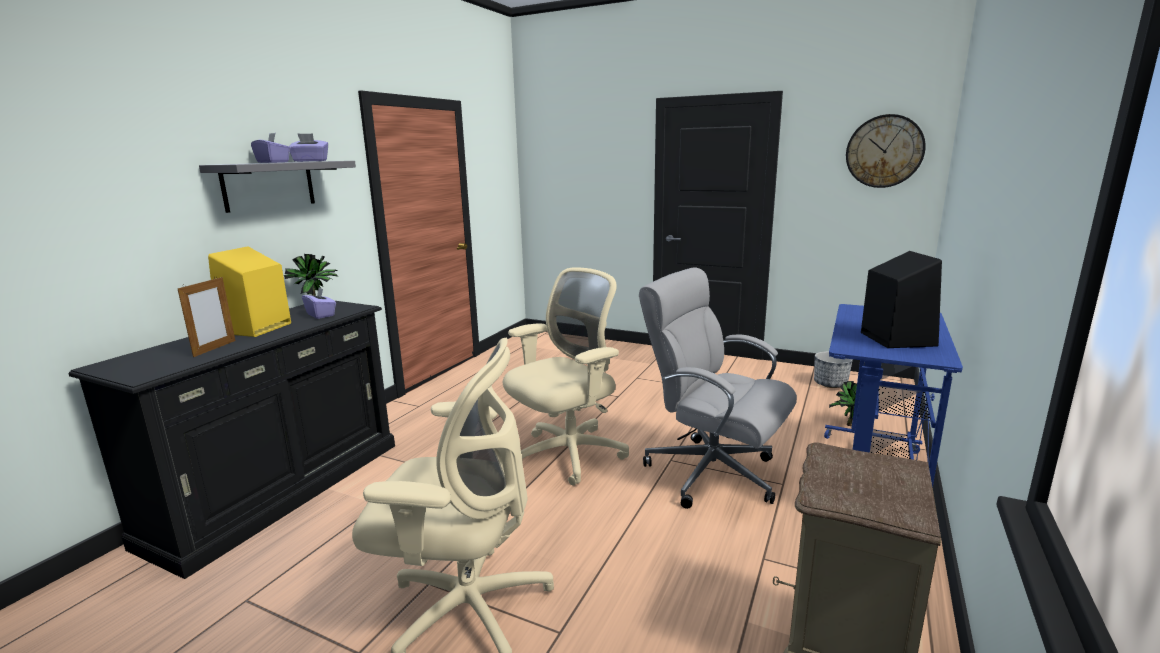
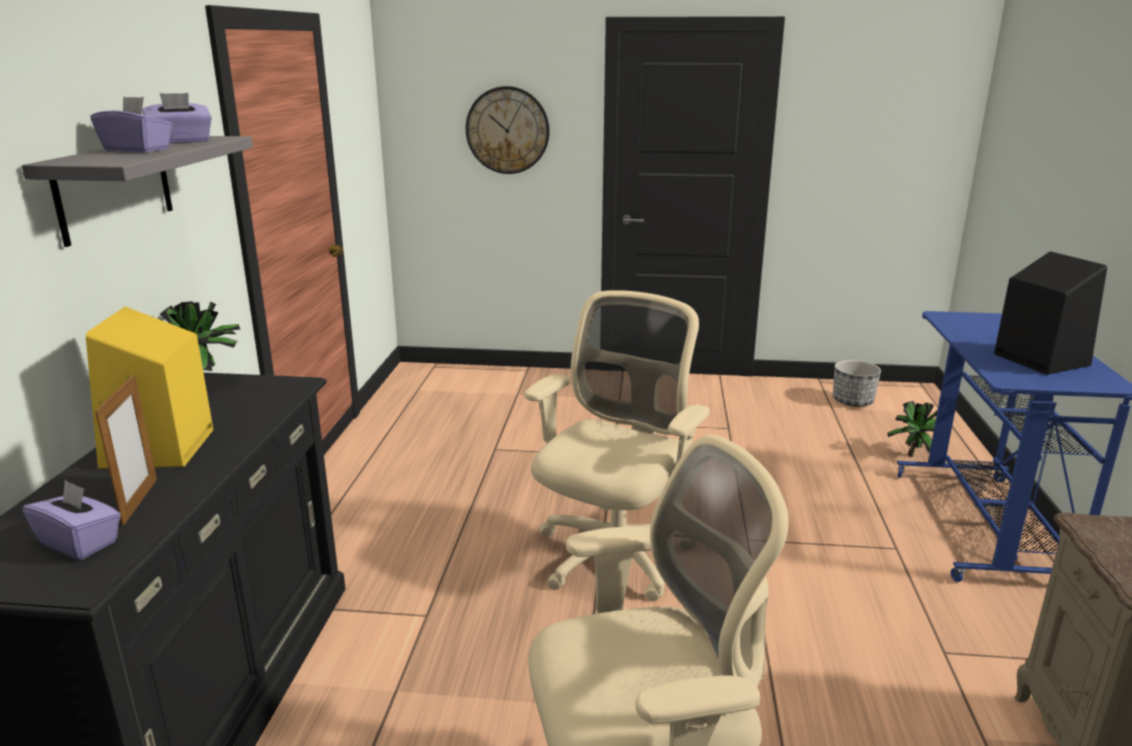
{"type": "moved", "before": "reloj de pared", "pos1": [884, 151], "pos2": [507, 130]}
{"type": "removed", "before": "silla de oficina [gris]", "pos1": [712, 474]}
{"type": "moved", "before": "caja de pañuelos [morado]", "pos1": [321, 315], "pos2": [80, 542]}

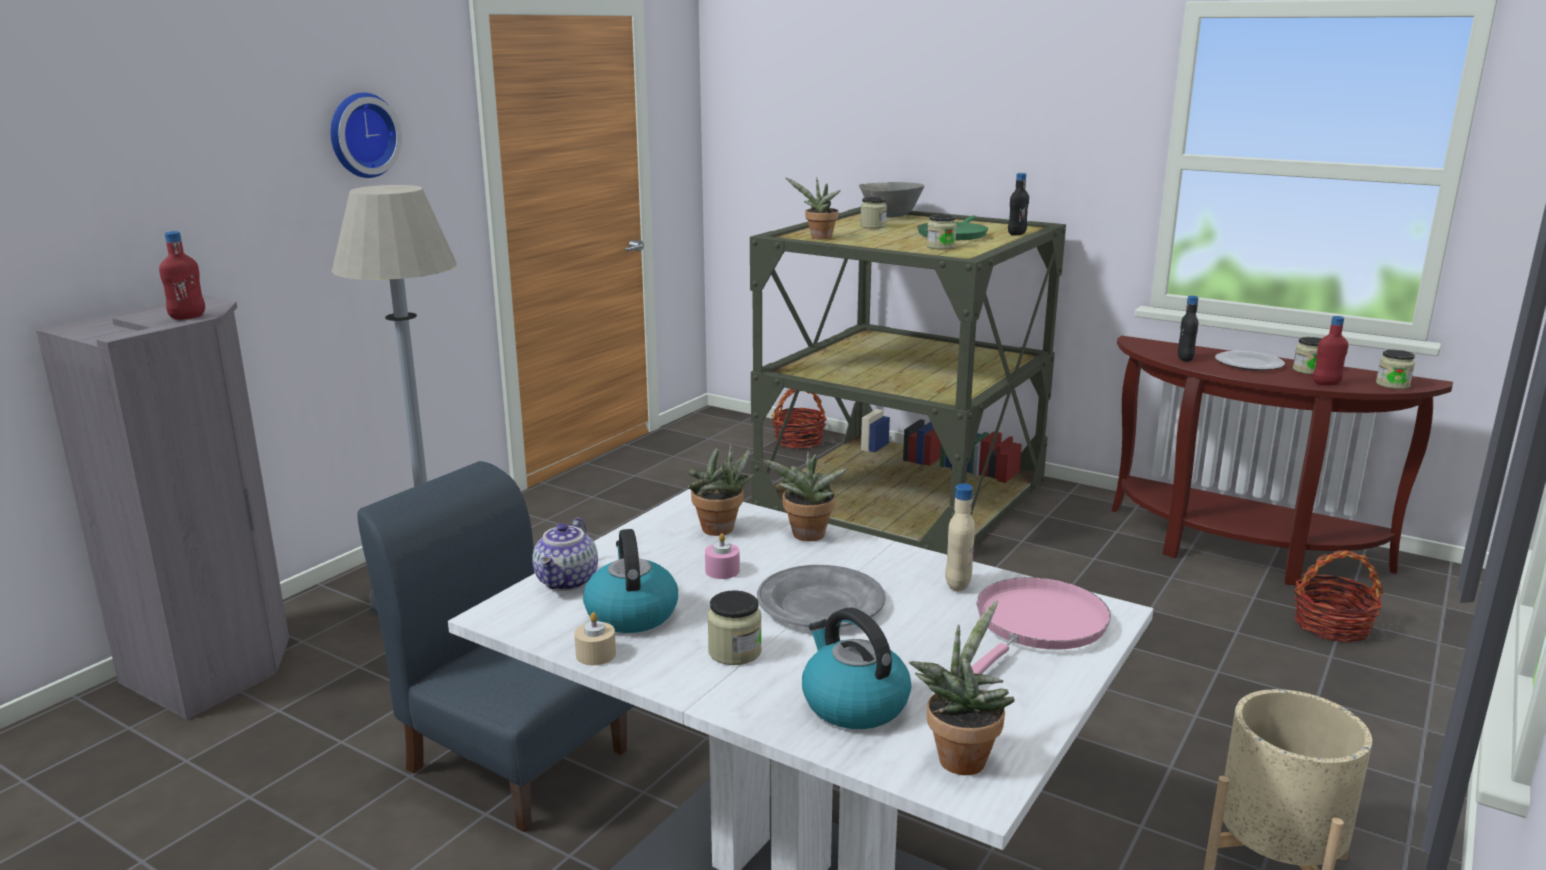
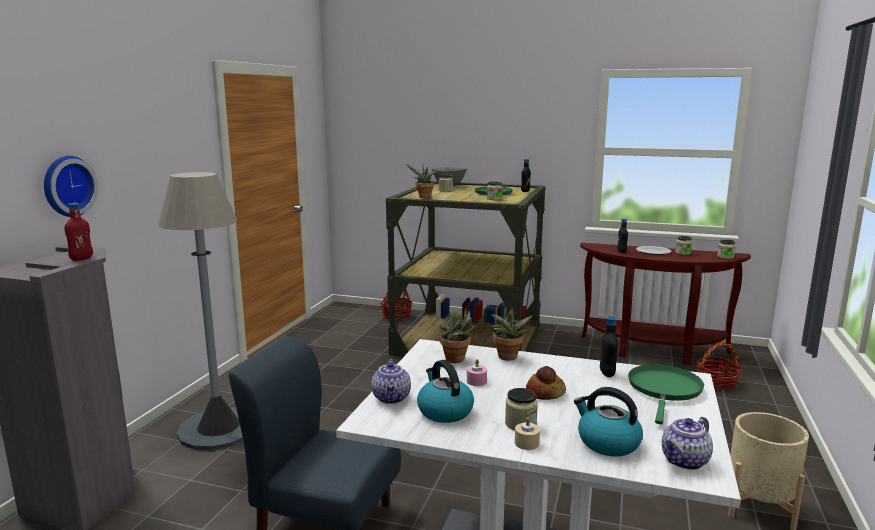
{"type": "moved", "before": "reloj de pared", "pos1": [361, 135], "pos2": [67, 186]}
{"type": "removed", "before": "botella [rojo]", "pos1": [1326, 384]}
{"type": "recoloured", "before": "botella [beis]", "after": "botella [negro]", "pos1": [957, 584], "pos2": [607, 373]}
{"type": "replaced", "before": "plato [gris]", "after": "pan", "pos1": [819, 604], "pos2": [544, 393]}
{"type": "recoloured", "before": "sartén [rosa]", "after": "sartén [verde]", "pos1": [1036, 626], "pos2": [664, 390]}
{"type": "replaced", "before": "planta en maceta", "after": "tetera", "pos1": [960, 756], "pos2": [684, 461]}
{"type": "moved", "before": "vela [beis]", "pos1": [596, 654], "pos2": [526, 443]}

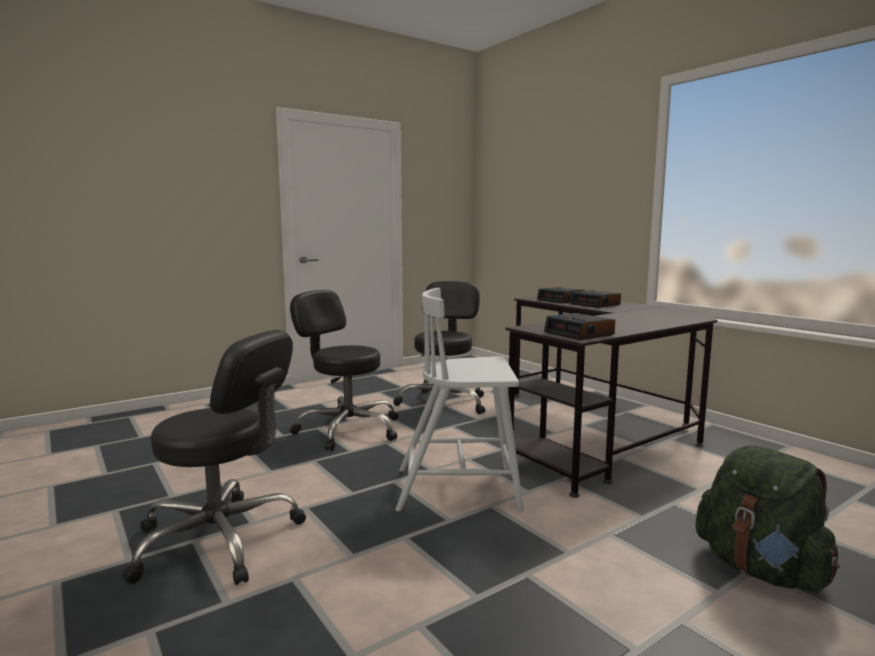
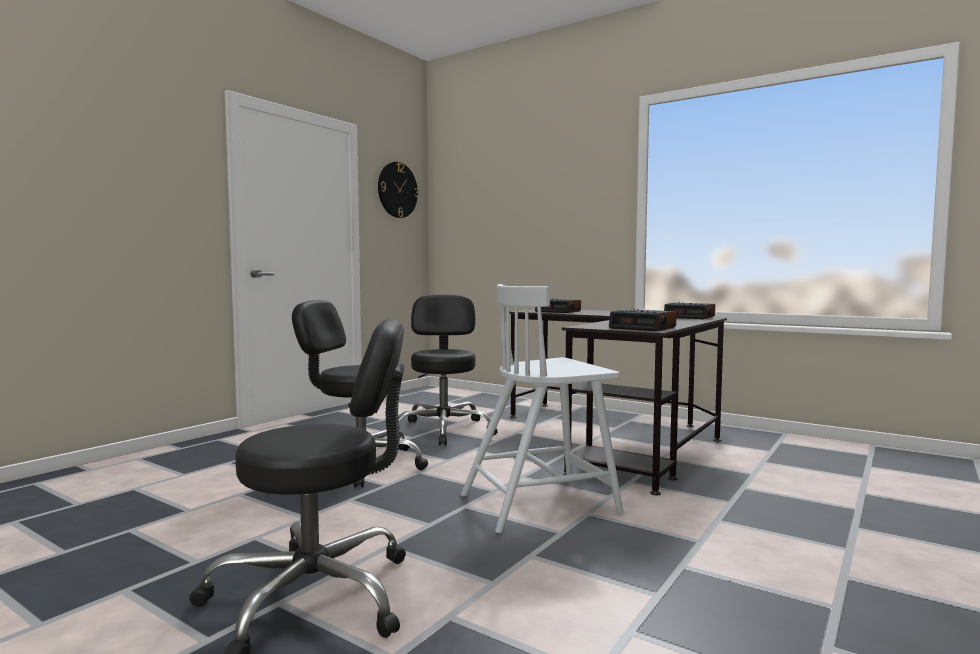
{"type": "moved", "before": "despertador", "pos1": [595, 304], "pos2": [690, 317]}
{"type": "removed", "before": "mochila [verde]", "pos1": [760, 570]}
{"type": "added", "after": "reloj de pared", "pos2": [397, 190]}

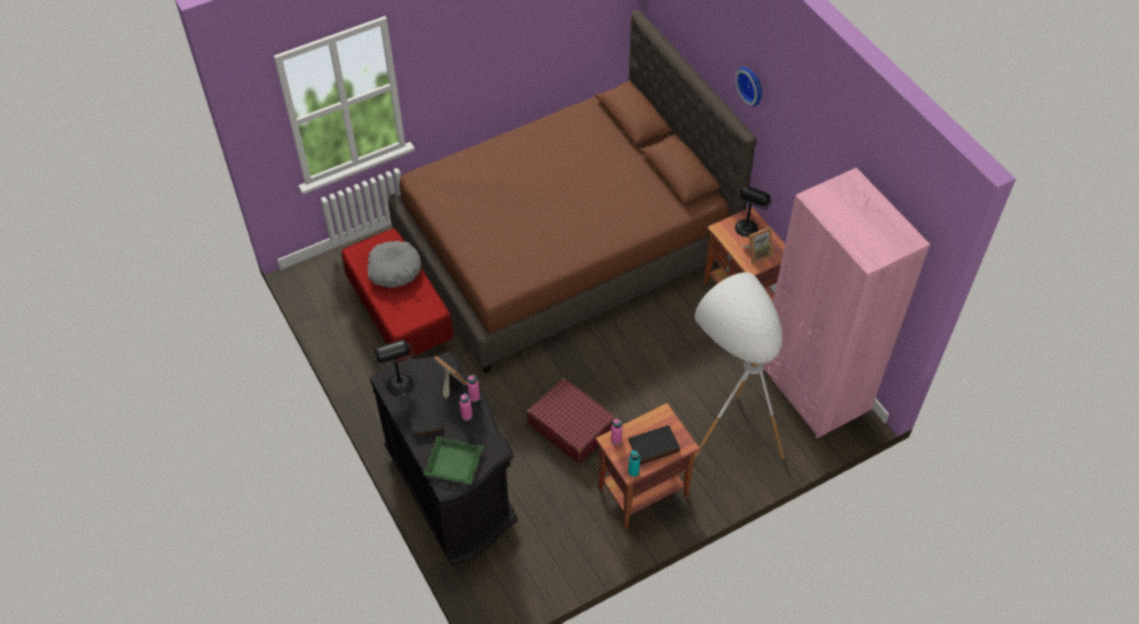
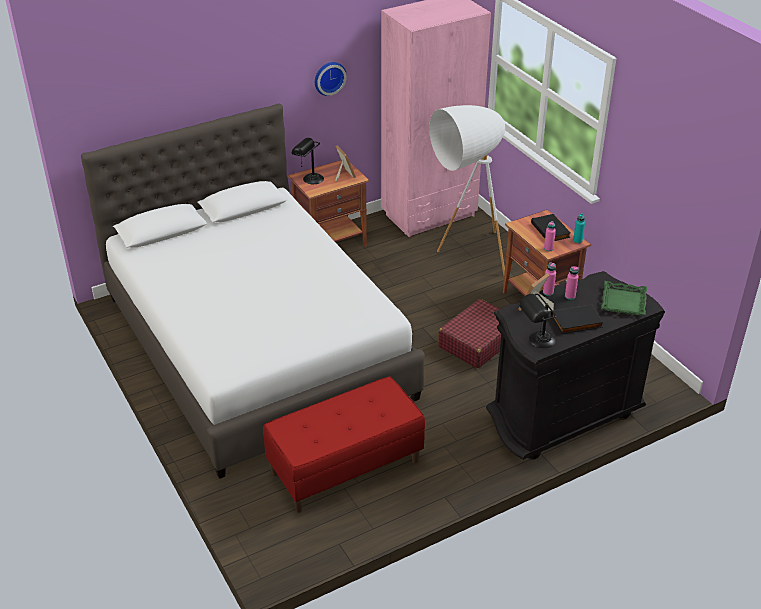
{"type": "recoloured", "before": "cama [marrón]", "after": "cama [blanco]", "pos1": [565, 245], "pos2": [257, 345]}
{"type": "moved", "before": "reloj de pared", "pos1": [752, 85], "pos2": [329, 77]}
{"type": "removed", "before": "cojín [gris]", "pos1": [395, 270]}

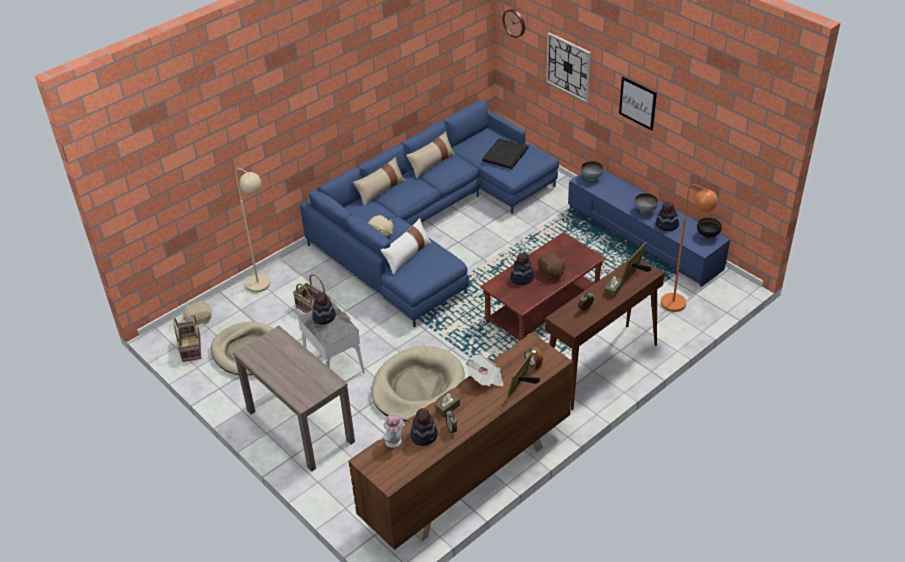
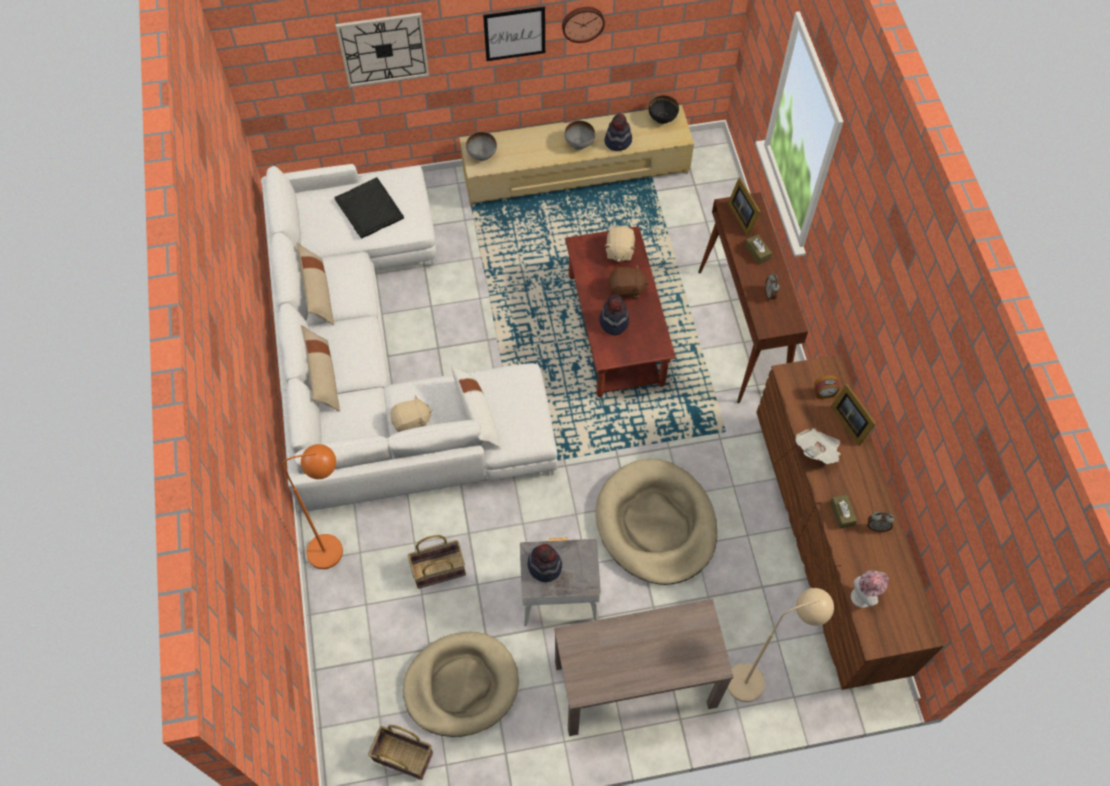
{"type": "moved", "before": "reloj de pared", "pos1": [515, 22], "pos2": [582, 23]}
{"type": "recoloured", "before": "sofá [azul]", "after": "sofá [blanco]", "pos1": [429, 224], "pos2": [380, 359]}
{"type": "moved", "before": "lámpara de pie [beis]", "pos1": [263, 287], "pos2": [756, 679]}
{"type": "recoloured", "before": "mueble de televisión [azul]", "after": "mueble de televisión [beis]", "pos1": [644, 238], "pos2": [576, 172]}
{"type": "moved", "before": "lámpara de pie [naranja]", "pos1": [679, 307], "pos2": [336, 550]}
{"type": "moved", "before": "peluche [beis]", "pos1": [199, 320], "pos2": [619, 251]}
{"type": "removed", "before": "sombrero", "pos1": [424, 435]}

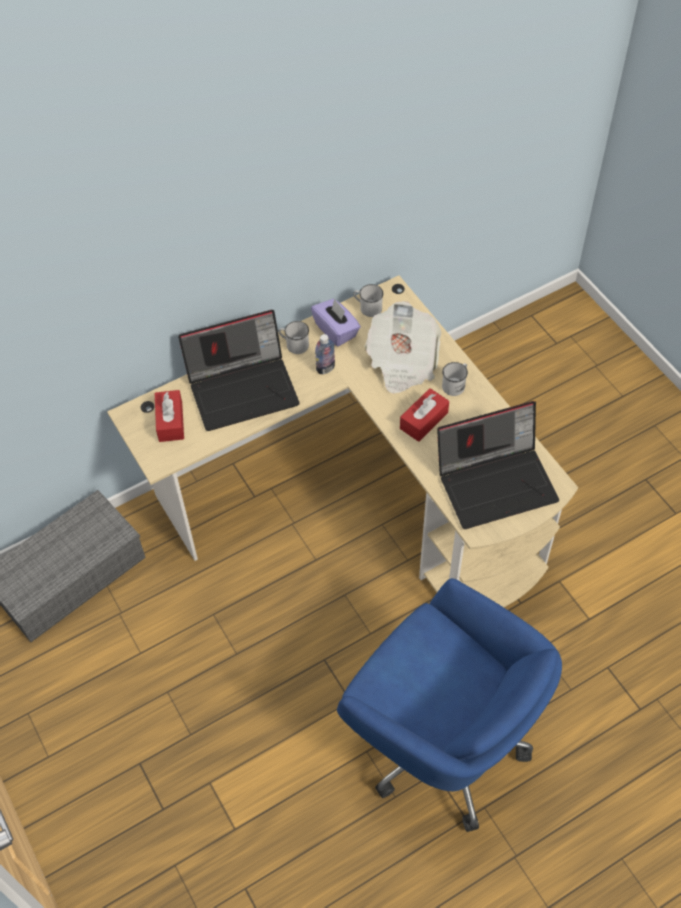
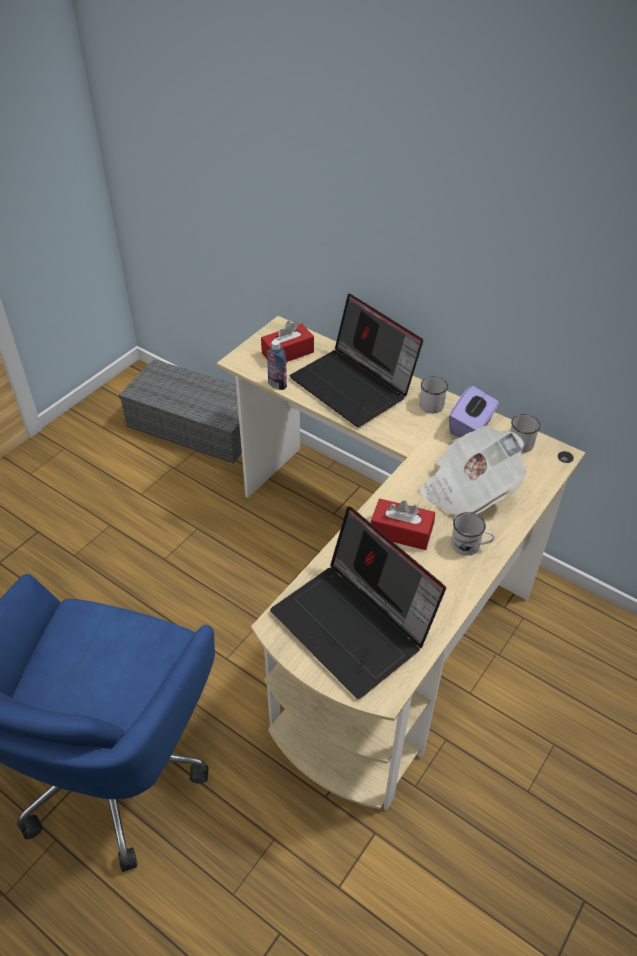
{"type": "moved", "before": "botella", "pos1": [325, 368], "pos2": [277, 385]}

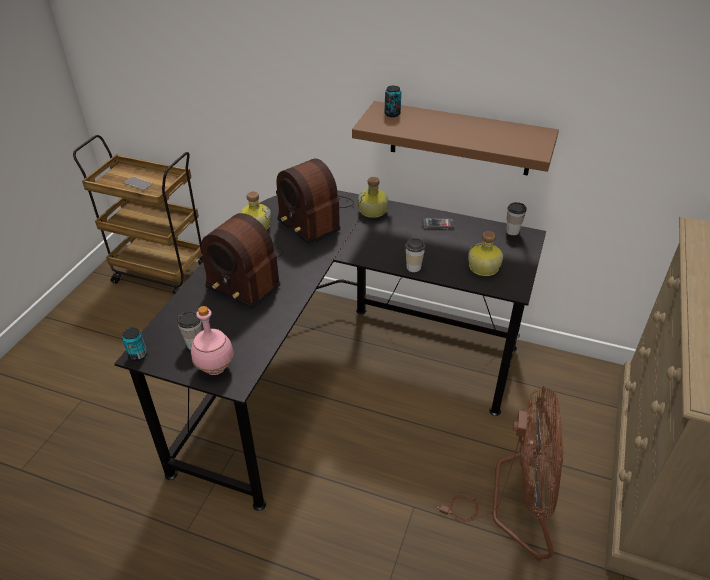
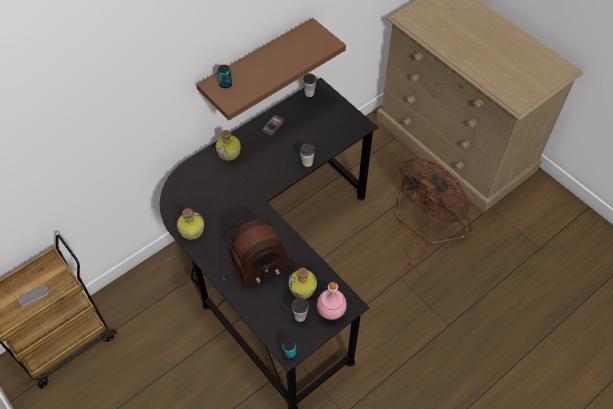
{"type": "removed", "before": "radio", "pos1": [314, 216]}
{"type": "moved", "before": "botella", "pos1": [483, 268], "pos2": [303, 289]}

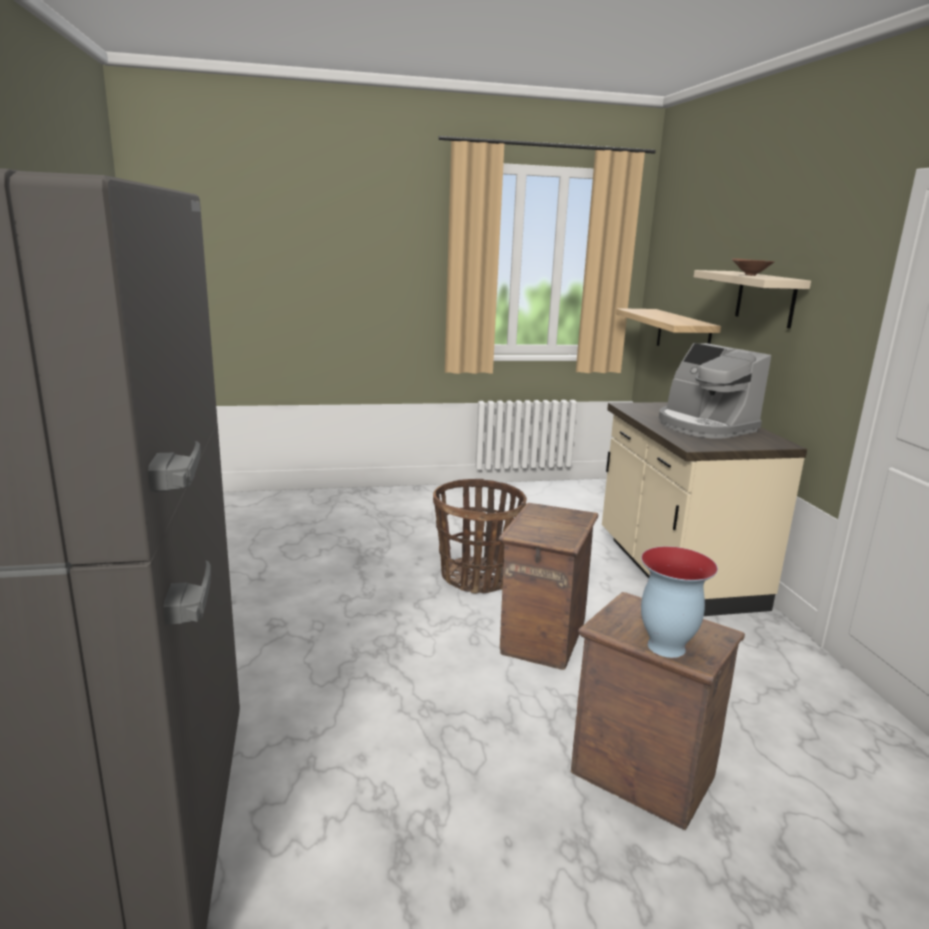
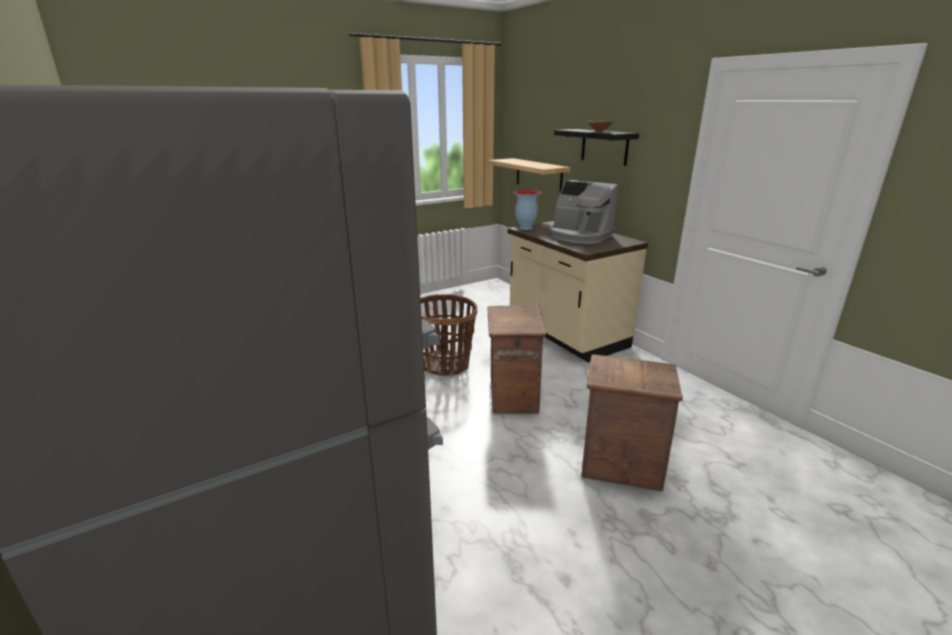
{"type": "recoloured", "before": "estante [beis]", "after": "estante [negro]", "pos1": [765, 298], "pos2": [604, 146]}
{"type": "moved", "before": "florero", "pos1": [665, 647], "pos2": [525, 228]}

